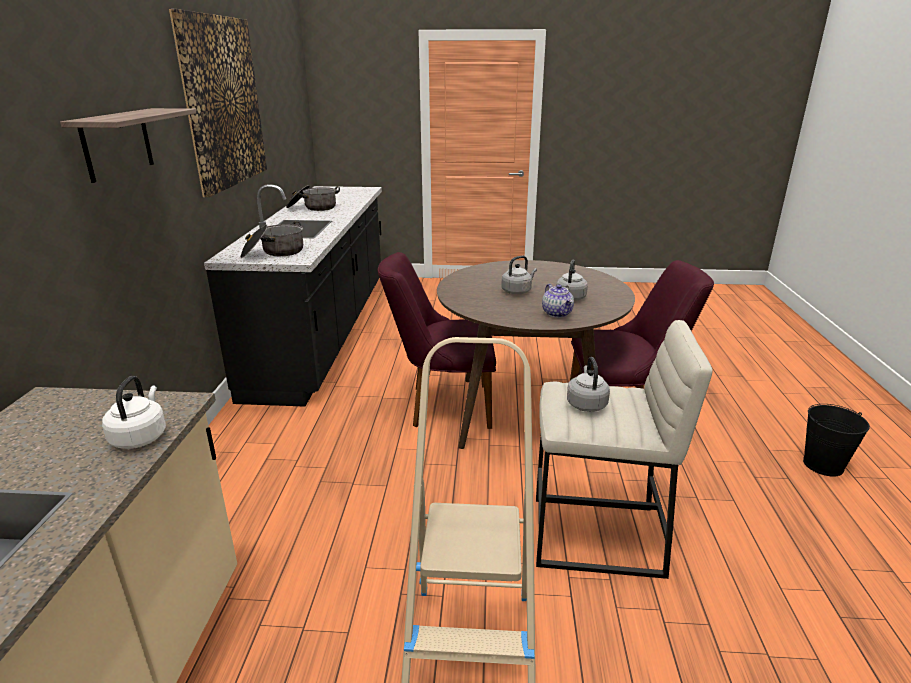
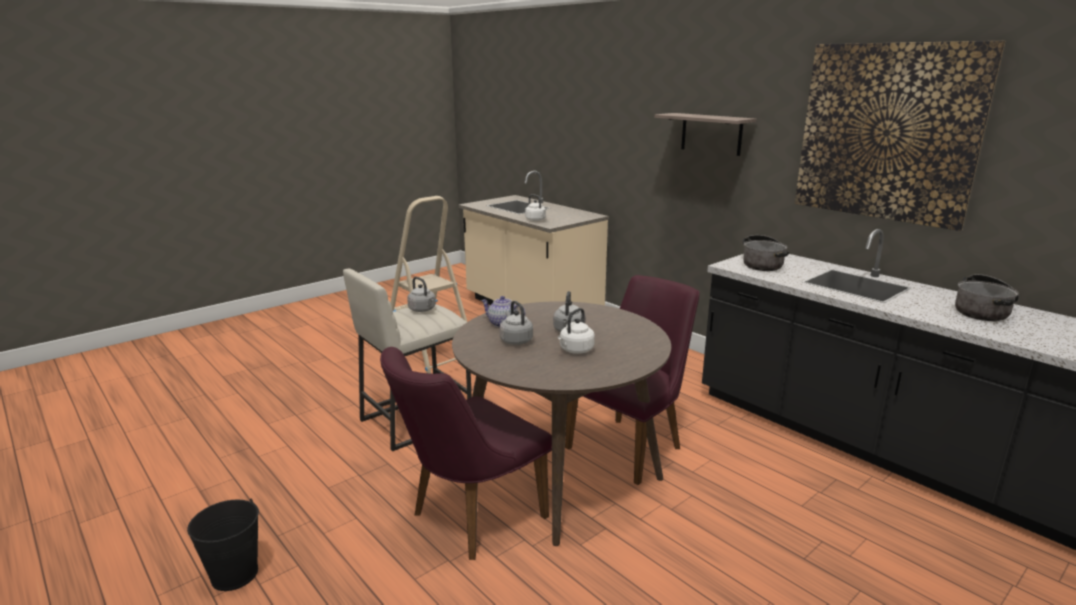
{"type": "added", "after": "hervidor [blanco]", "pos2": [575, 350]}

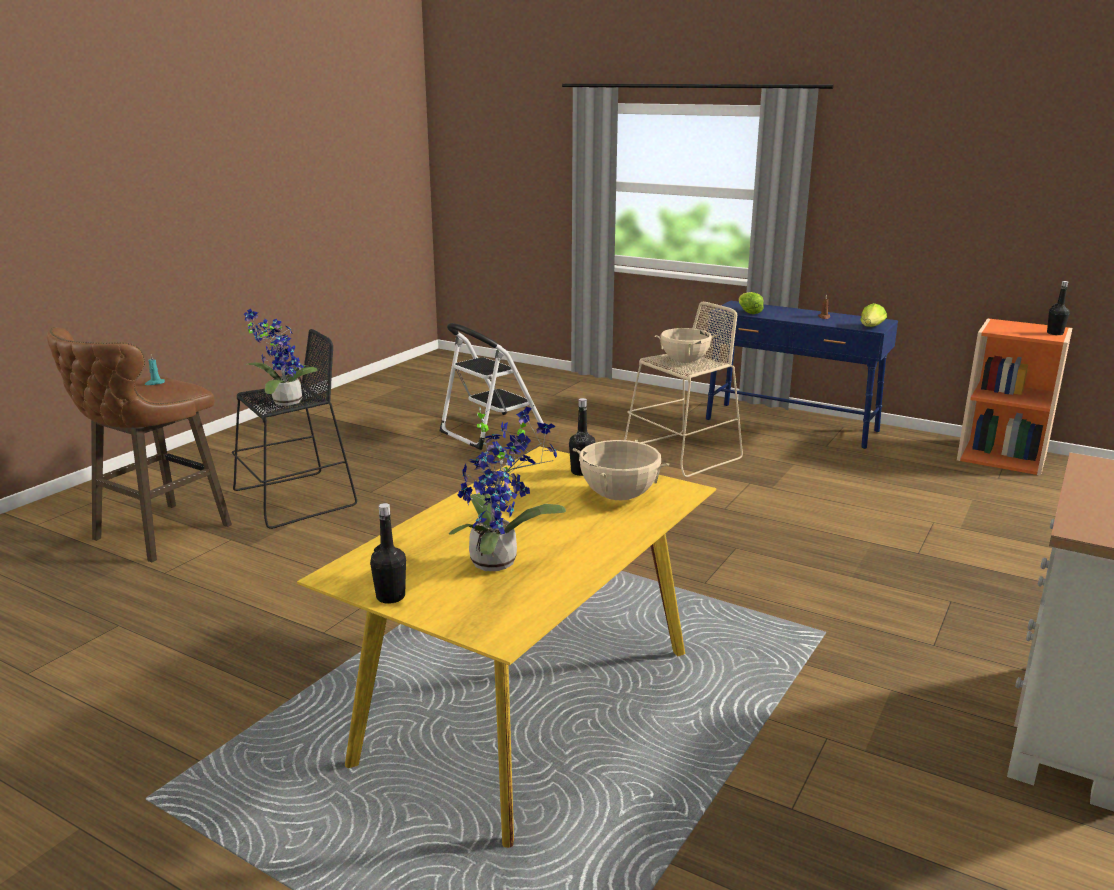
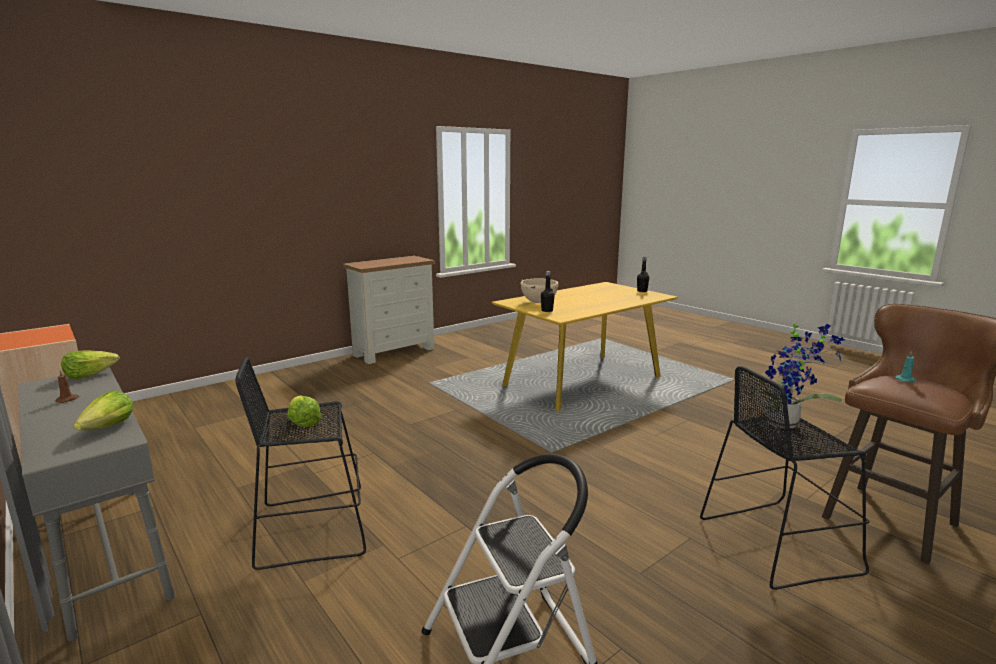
{"type": "removed", "before": "botella [negro]", "pos1": [1055, 333]}
{"type": "recoloured", "before": "mesa consola [azul]", "after": "mesa consola [gris]", "pos1": [790, 426], "pos2": [109, 553]}
{"type": "recoloured", "before": "taburete [beis]", "after": "taburete [negro]", "pos1": [681, 454], "pos2": [314, 526]}
{"type": "replaced", "before": "olla [beis]", "after": "lechuga", "pos1": [684, 361], "pos2": [303, 422]}
{"type": "removed", "before": "planta en maceta", "pos1": [499, 561]}

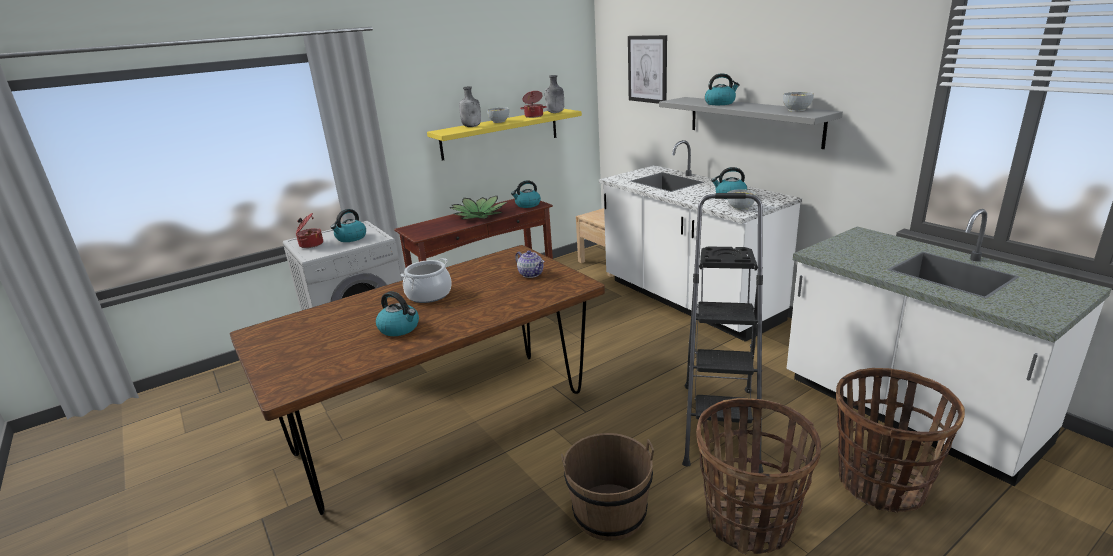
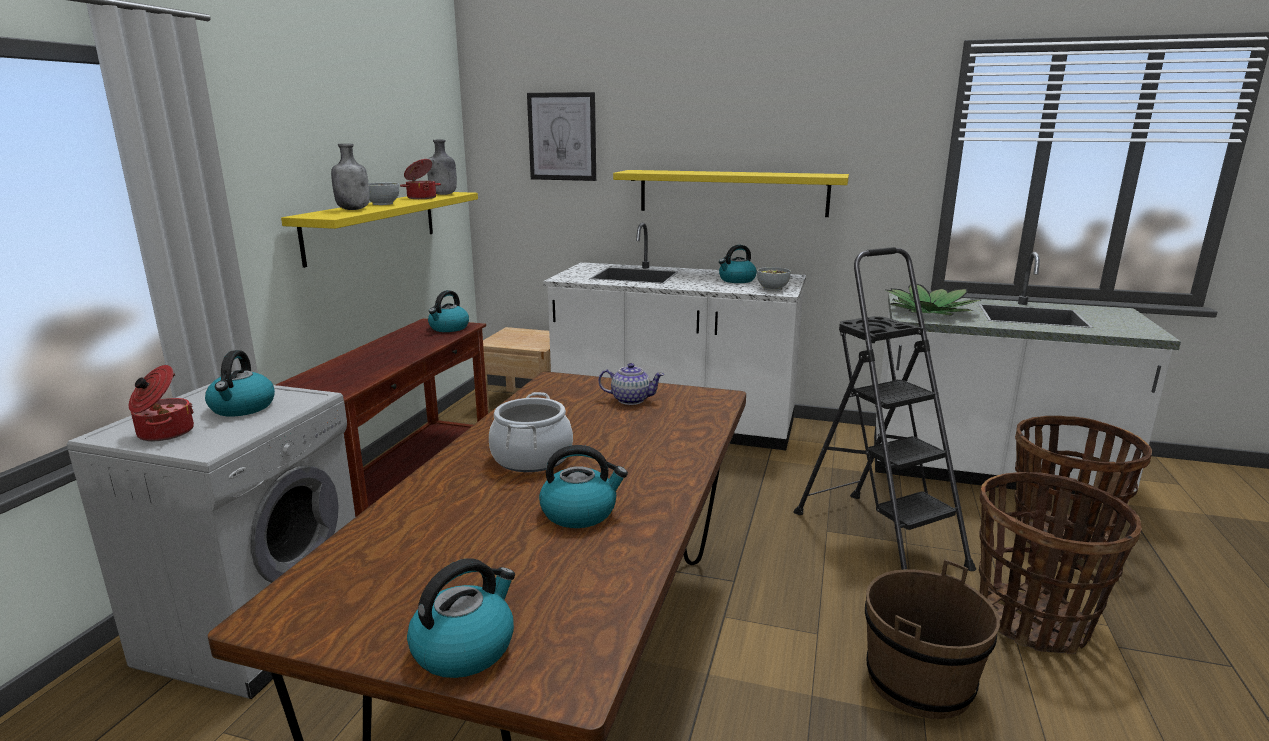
{"type": "moved", "before": "hervidor", "pos1": [720, 103], "pos2": [465, 647]}
{"type": "removed", "before": "cuenco", "pos1": [796, 110]}
{"type": "recoloured", "before": "estante [gris]", "after": "estante [amarillo]", "pos1": [753, 121], "pos2": [732, 193]}
{"type": "moved", "before": "planta en maceta", "pos1": [479, 215], "pos2": [929, 311]}

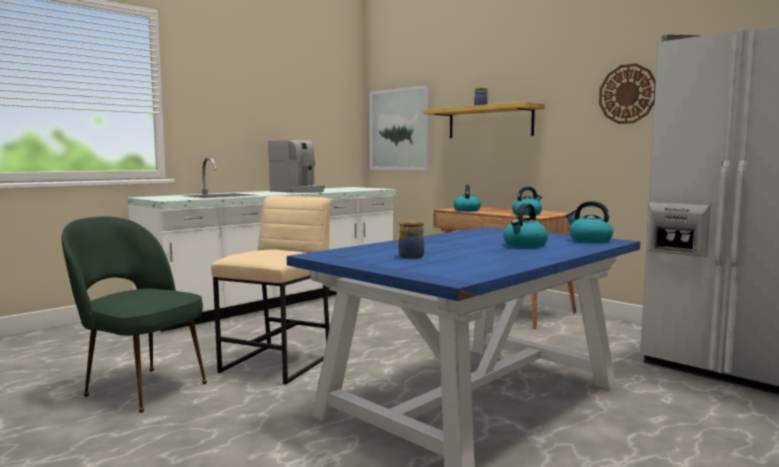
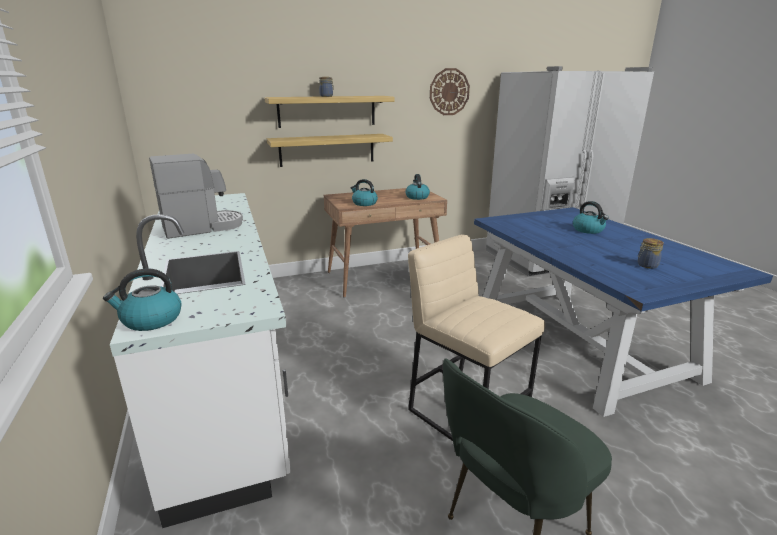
{"type": "removed", "before": "cuadro", "pos1": [399, 129]}
{"type": "moved", "before": "hervidor", "pos1": [589, 240], "pos2": [151, 320]}
{"type": "added", "after": "estante", "pos2": [327, 150]}

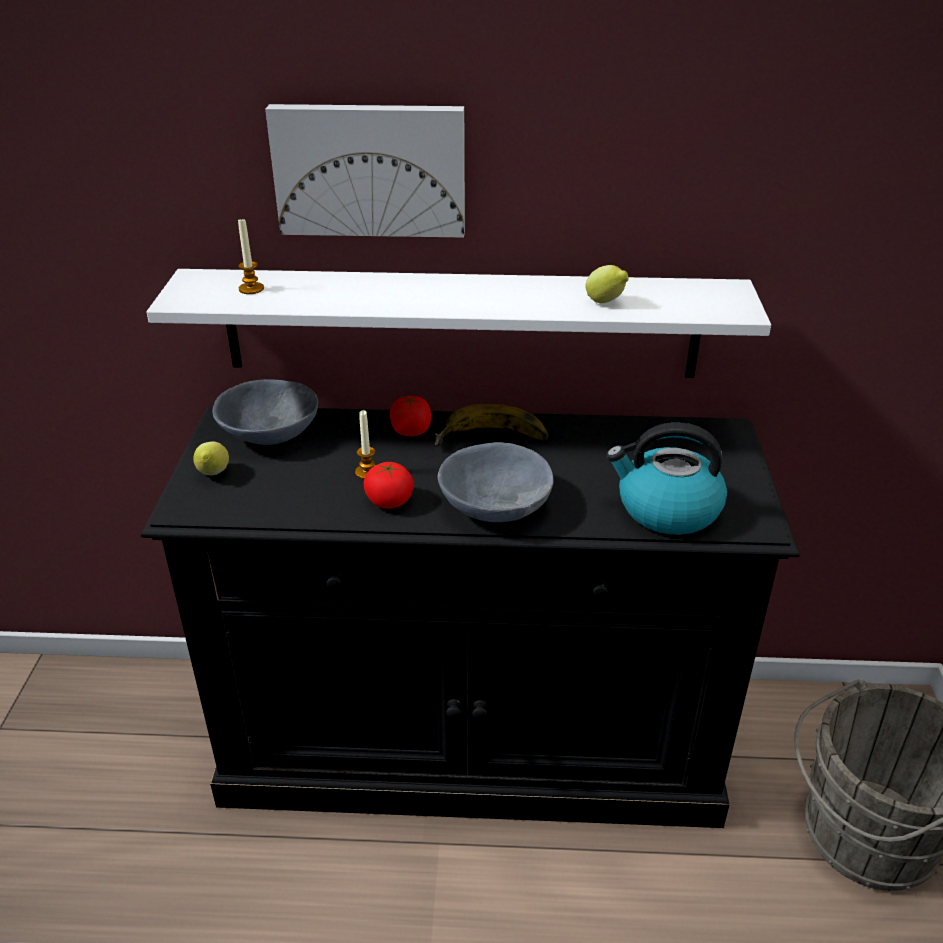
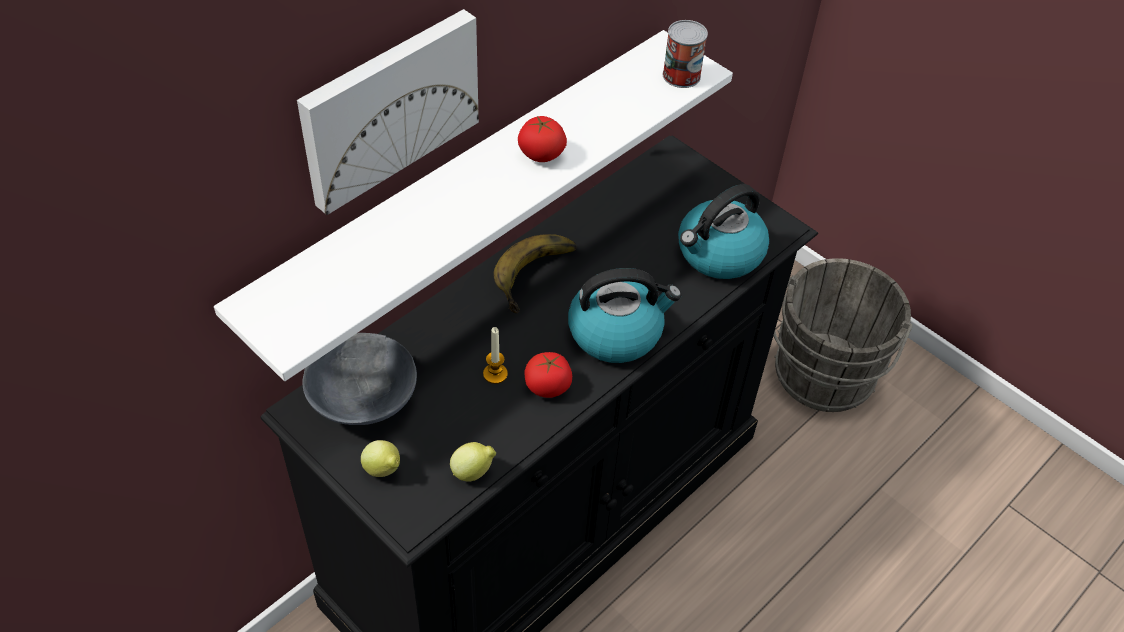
{"type": "removed", "before": "vela", "pos1": [251, 289]}
{"type": "moved", "before": "limón", "pos1": [606, 302], "pos2": [473, 472]}
{"type": "moved", "before": "tomate", "pos1": [411, 431], "pos2": [541, 154]}
{"type": "replaced", "before": "cuenco [gris]", "after": "hervidor", "pos1": [494, 504], "pos2": [616, 332]}
{"type": "added", "after": "lata", "pos2": [681, 75]}

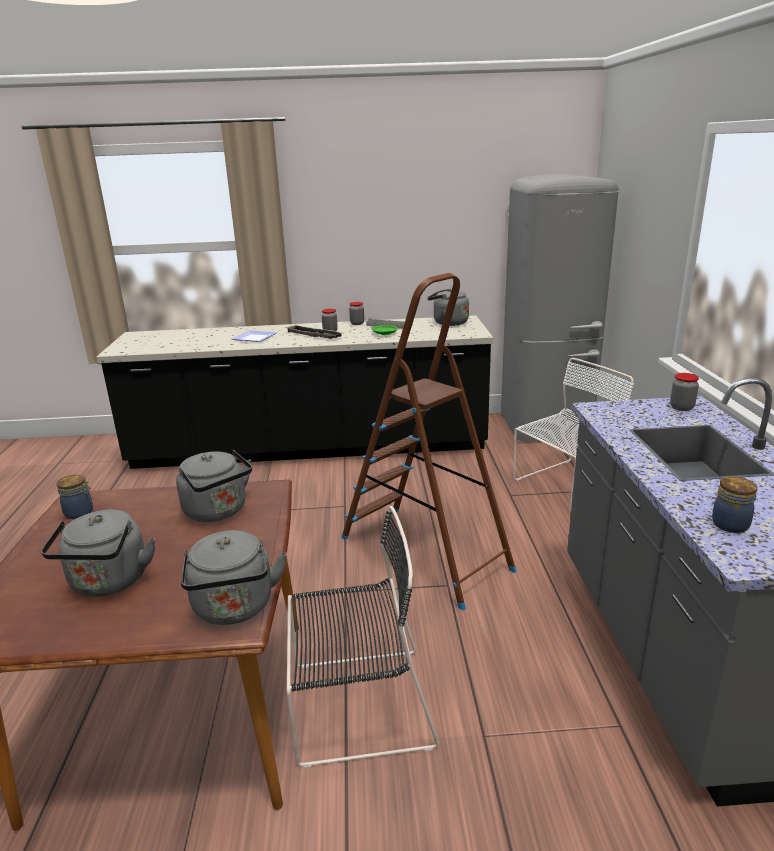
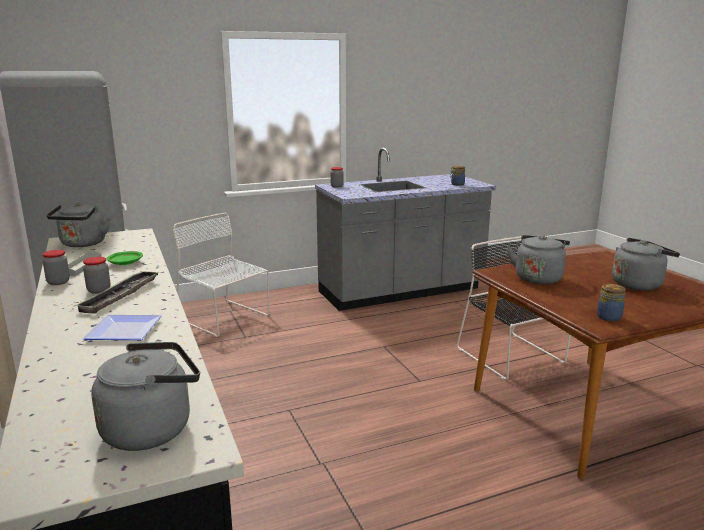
{"type": "removed", "before": "escalera de tijera [marrón]", "pos1": [423, 553]}
{"type": "moved", "before": "hervidor [gris]", "pos1": [234, 609], "pos2": [152, 428]}

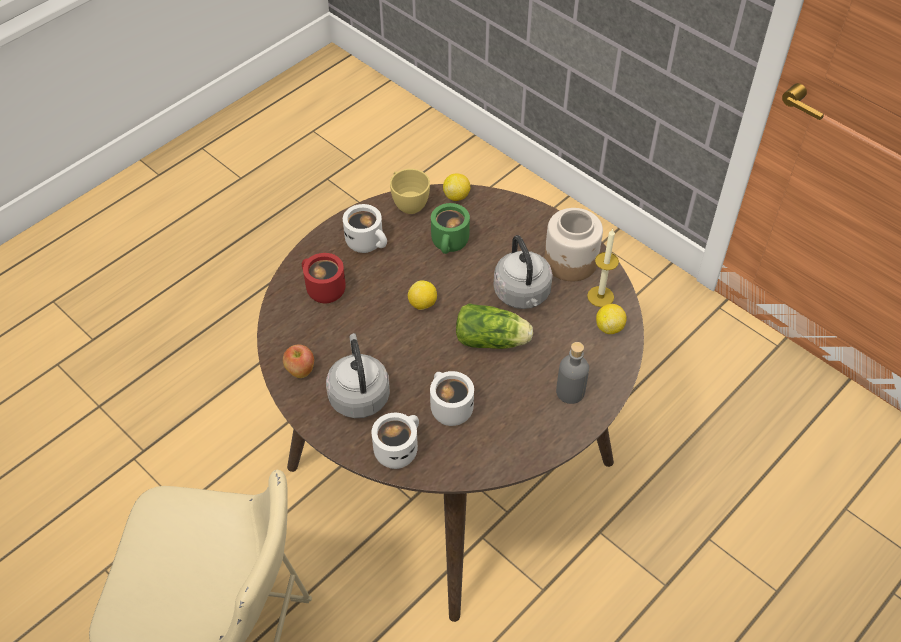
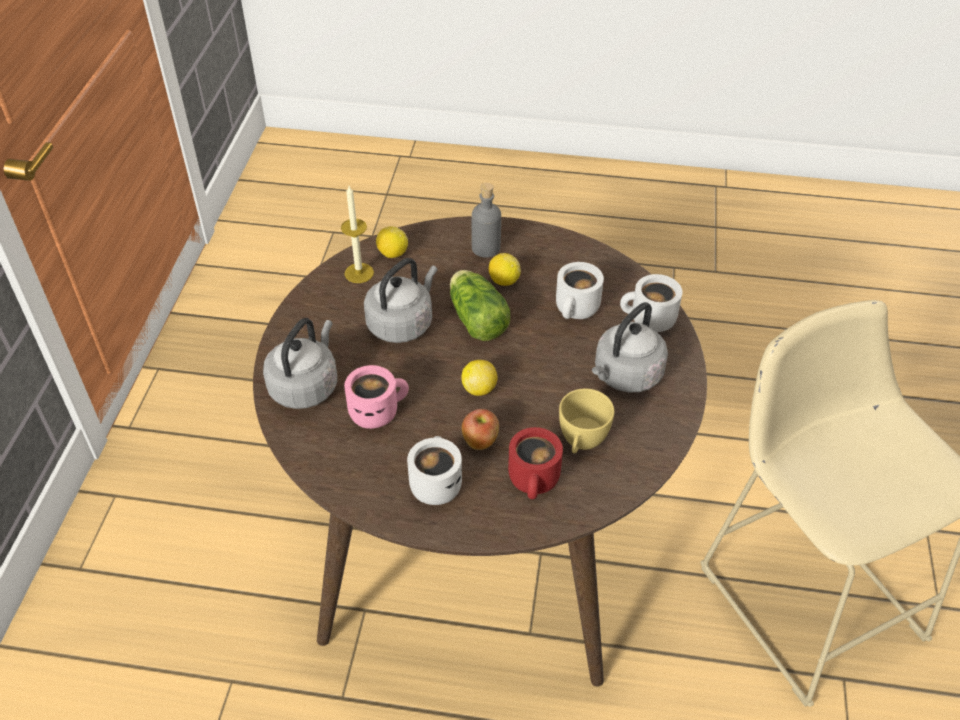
{"type": "moved", "before": "taza [amarillo]", "pos1": [408, 203], "pos2": [581, 443]}
{"type": "moved", "before": "limón", "pos1": [456, 196], "pos2": [504, 281]}
{"type": "recoloured", "before": "taza grande [verde]", "after": "taza grande [rosa]", "pos1": [451, 243], "pos2": [377, 410]}
{"type": "removed", "before": "tarro", "pos1": [571, 262]}
{"type": "moved", "before": "manzana", "pos1": [300, 371], "pos2": [480, 441]}
{"type": "added", "after": "hervidor [gris]", "pos2": [306, 386]}

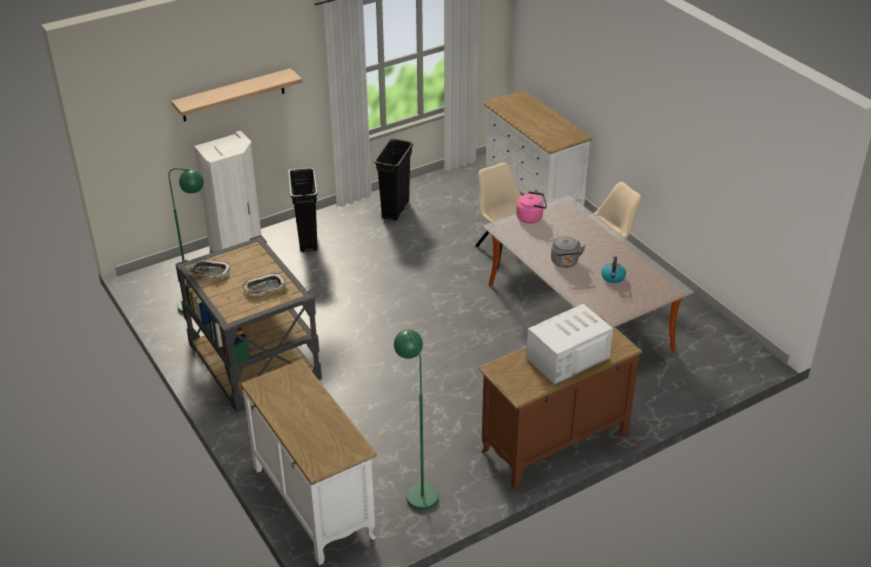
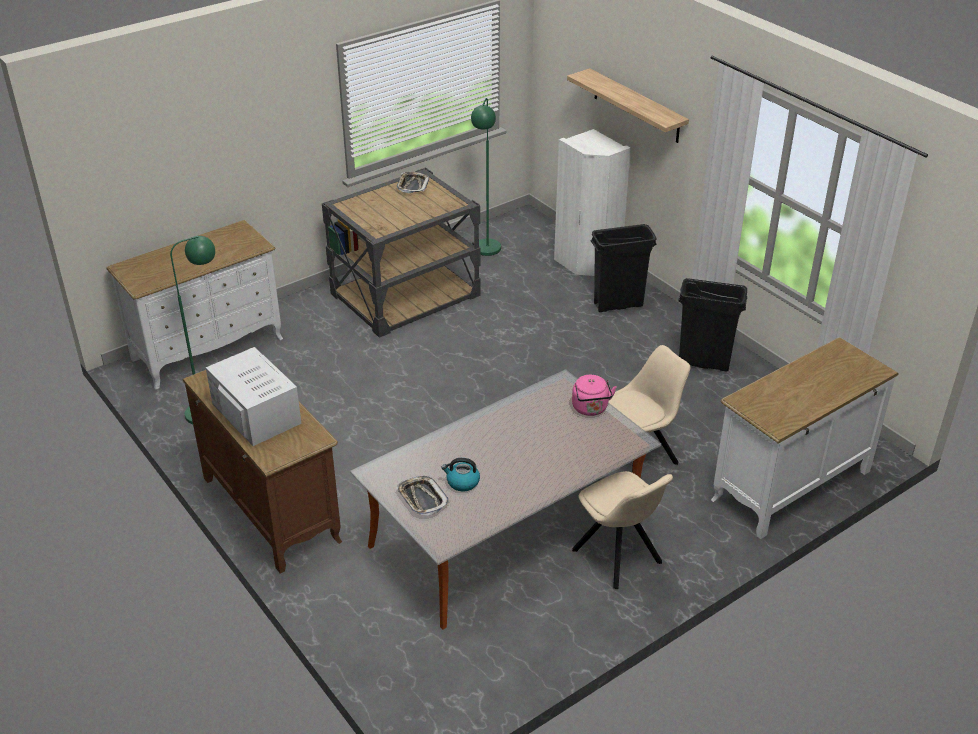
{"type": "removed", "before": "hervidor [gris]", "pos1": [565, 263]}
{"type": "moved", "before": "bandeja", "pos1": [264, 287], "pos2": [422, 498]}

